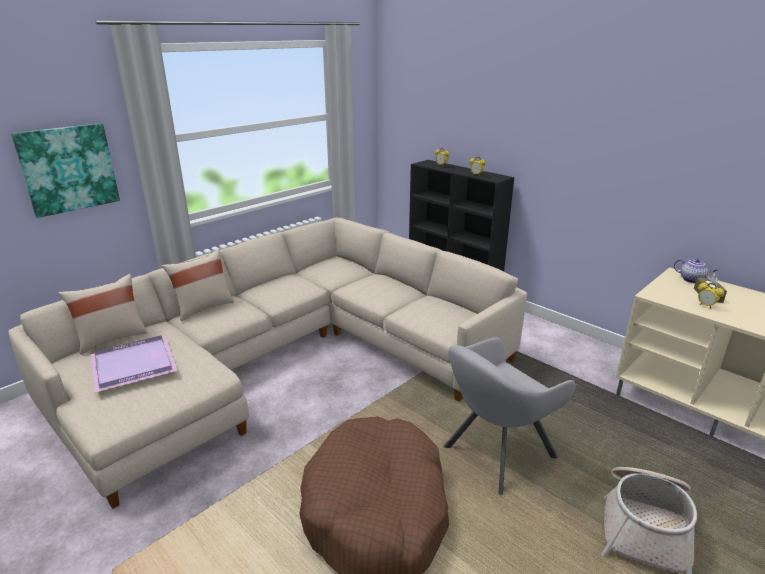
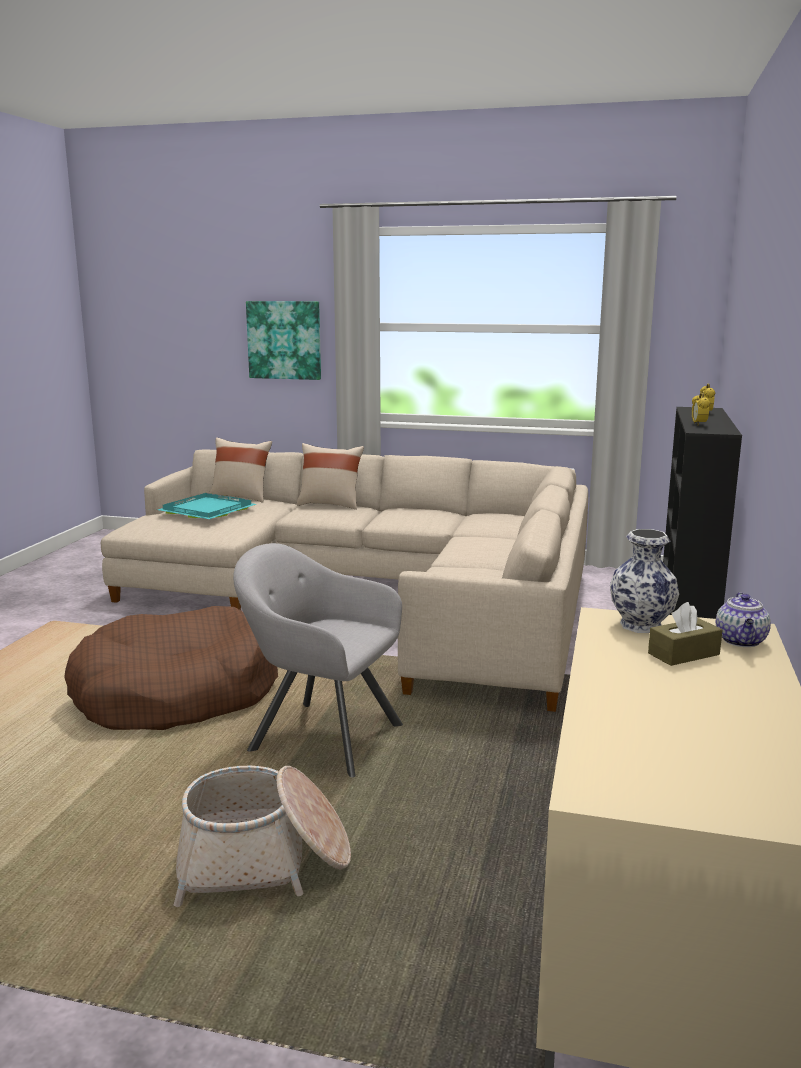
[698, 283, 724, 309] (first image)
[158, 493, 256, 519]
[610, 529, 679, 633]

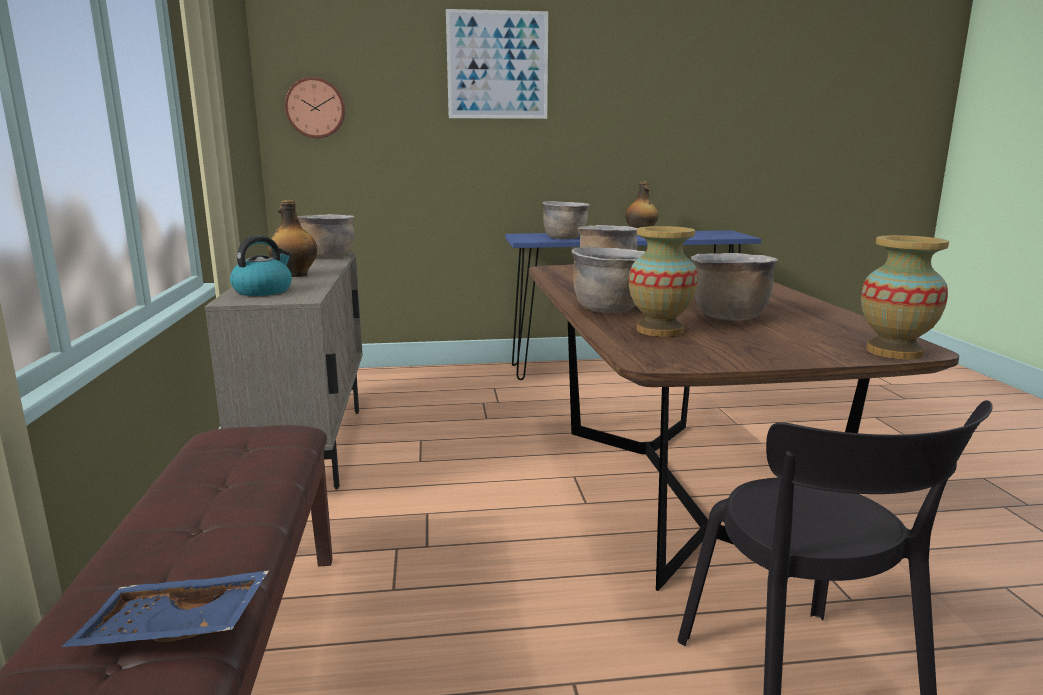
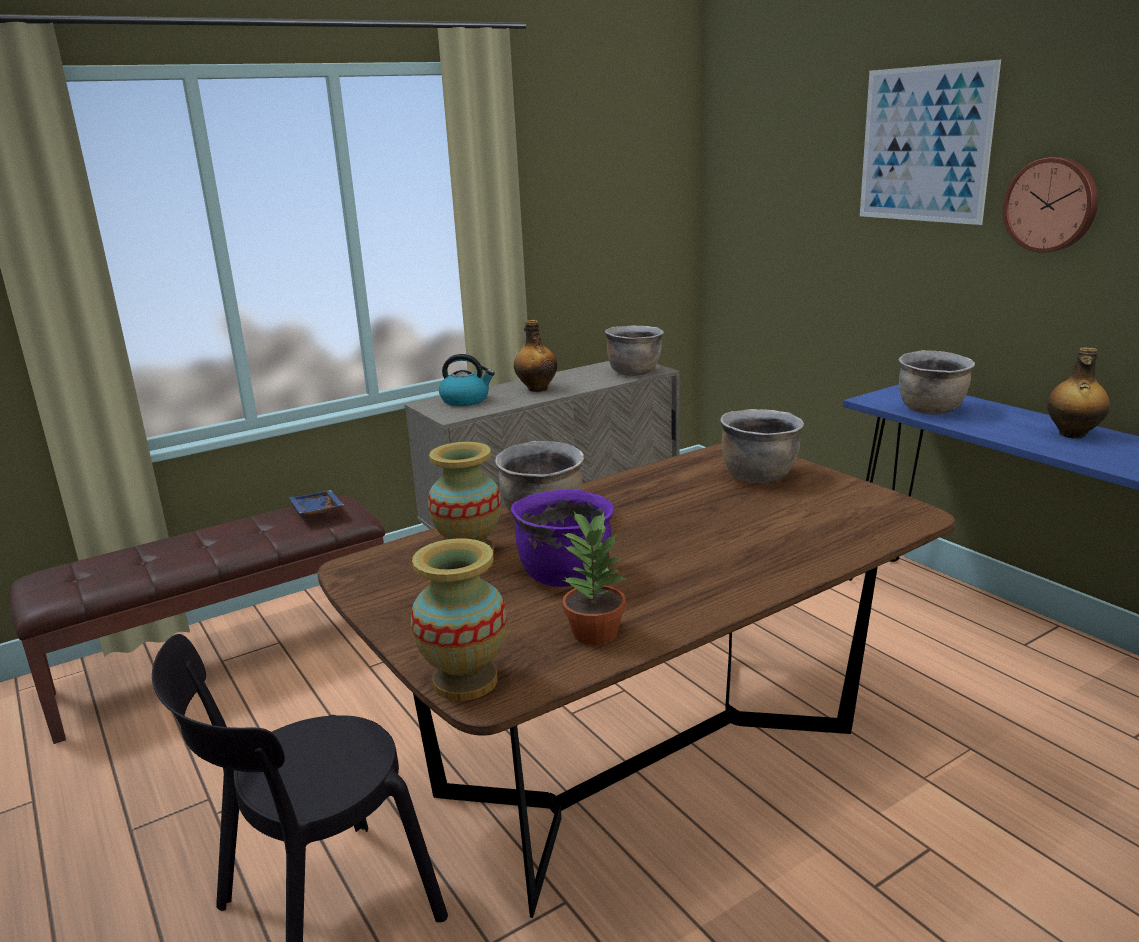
[1003, 157, 1098, 253]
[511, 490, 614, 587]
[289, 490, 344, 515]
[562, 512, 627, 645]

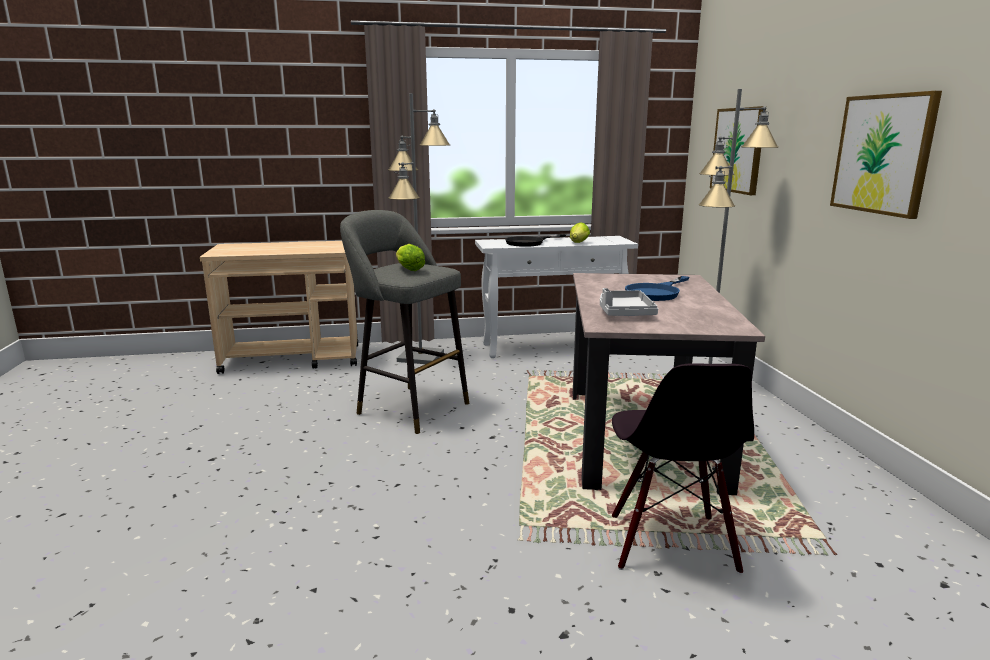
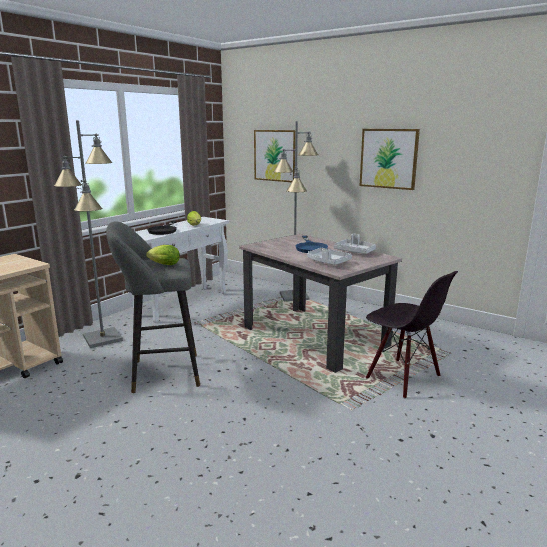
[334, 234, 376, 254]

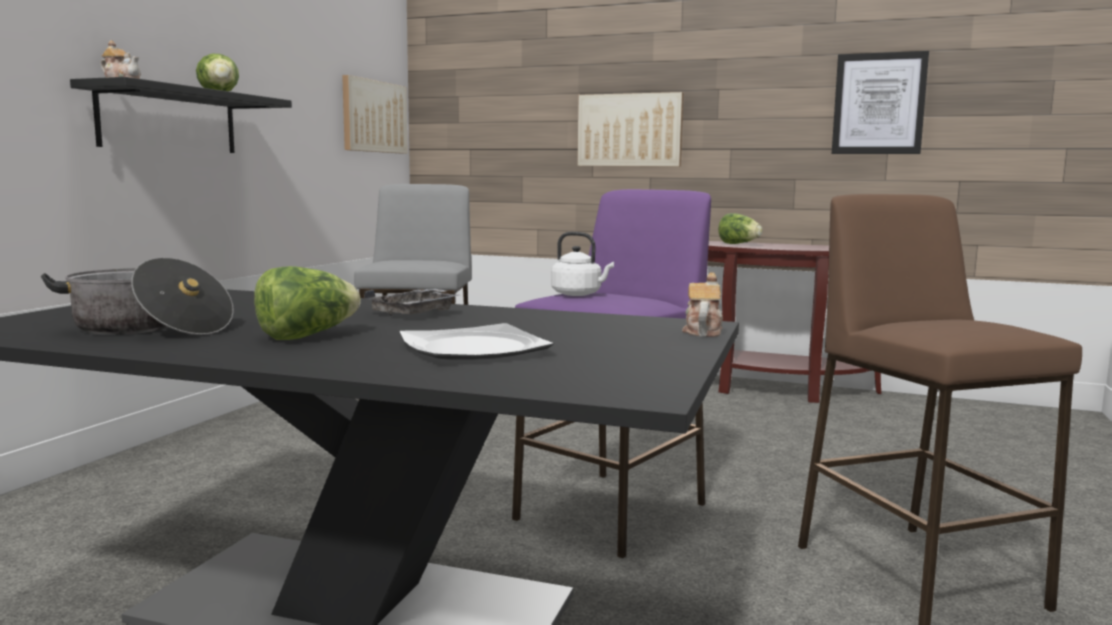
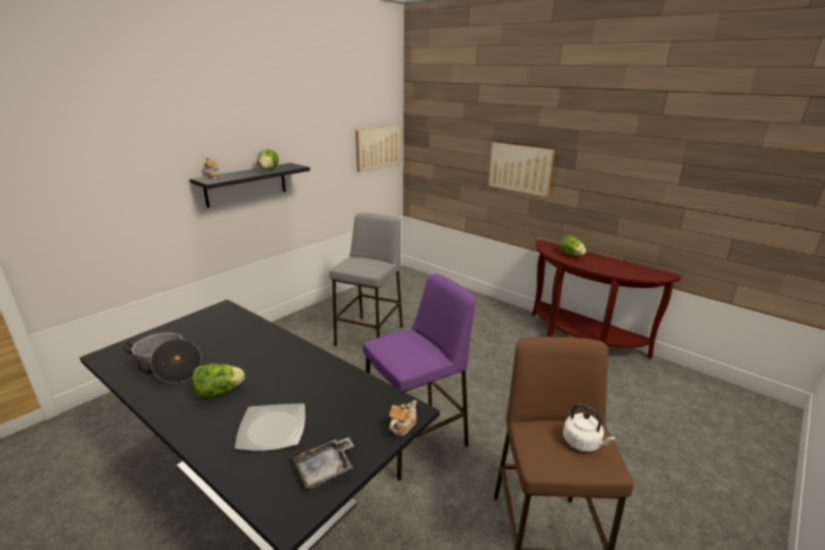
[832, 51, 929, 154] (first image)
[563, 403, 615, 452]
[292, 437, 354, 489]

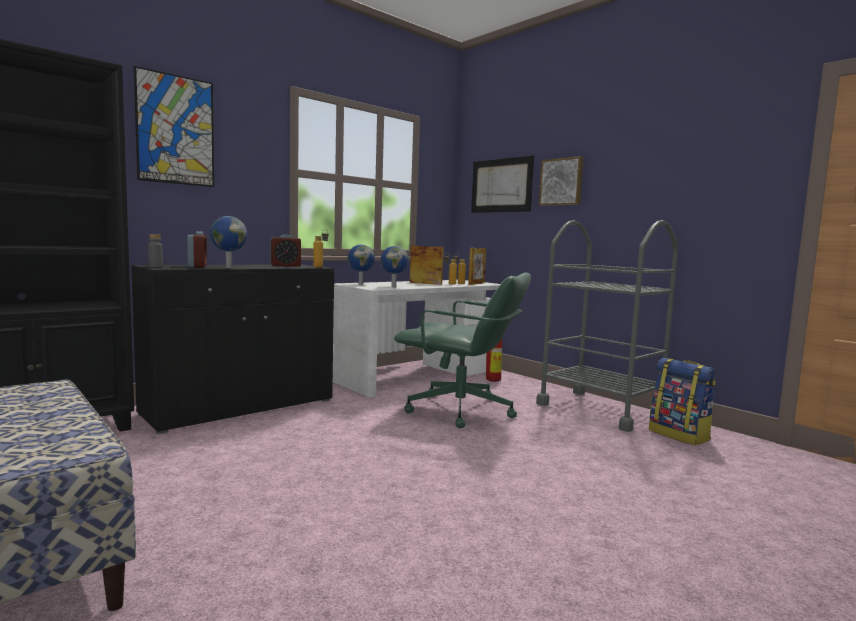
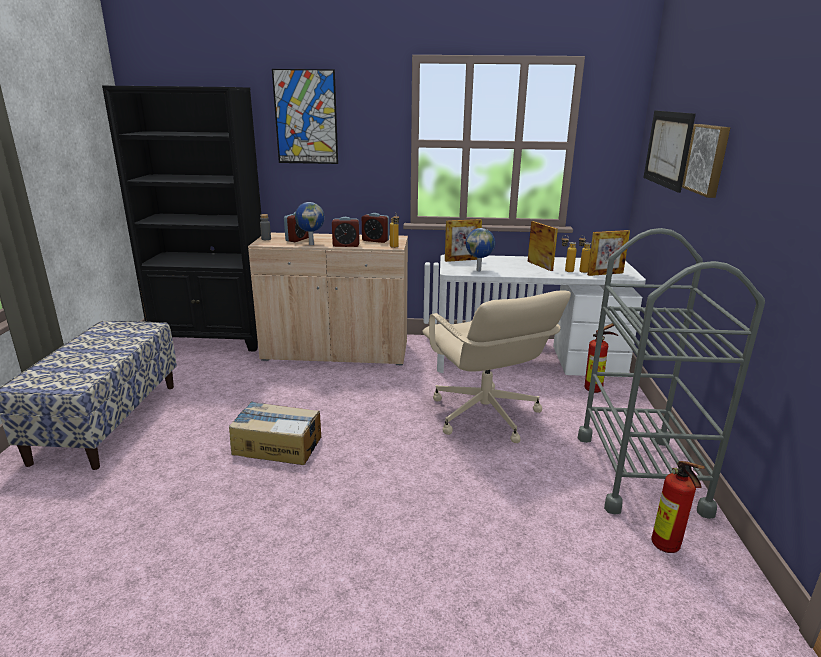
[445, 219, 482, 262]
[248, 233, 408, 365]
[423, 290, 571, 443]
[651, 461, 705, 553]
[332, 217, 360, 247]
[229, 401, 321, 465]

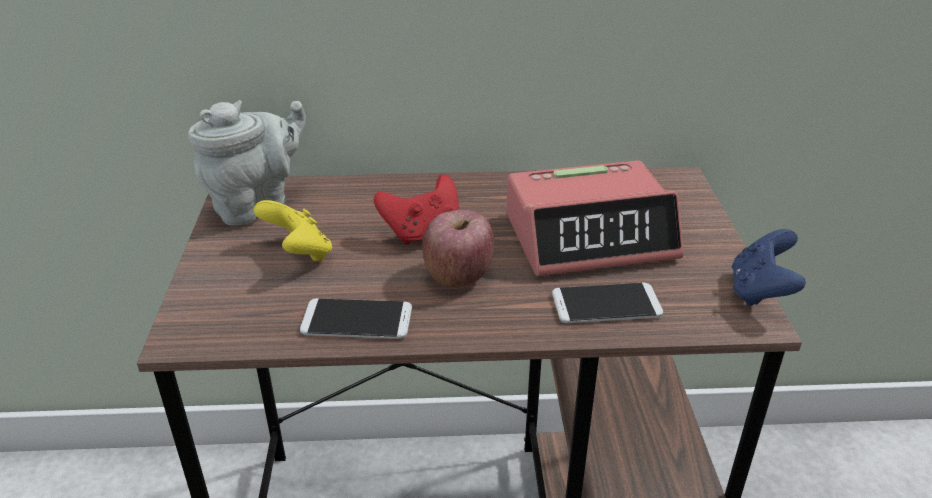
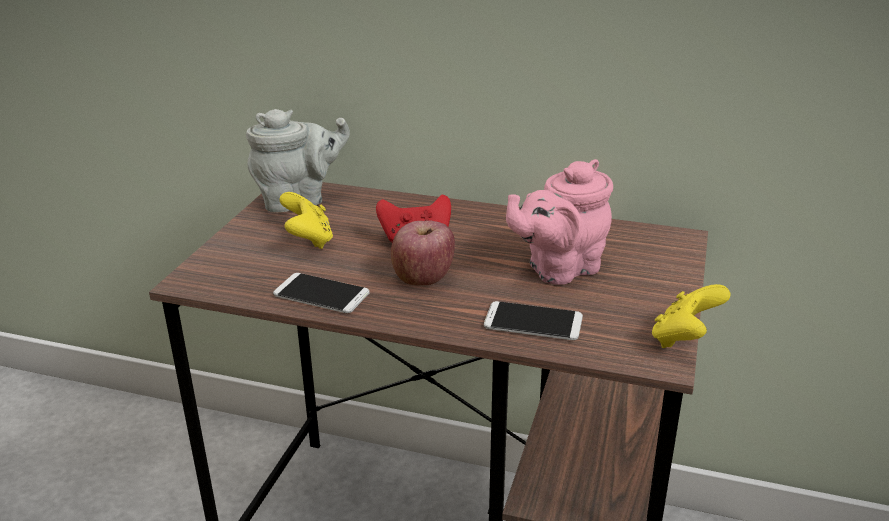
[506, 159, 613, 285]
[652, 284, 730, 348]

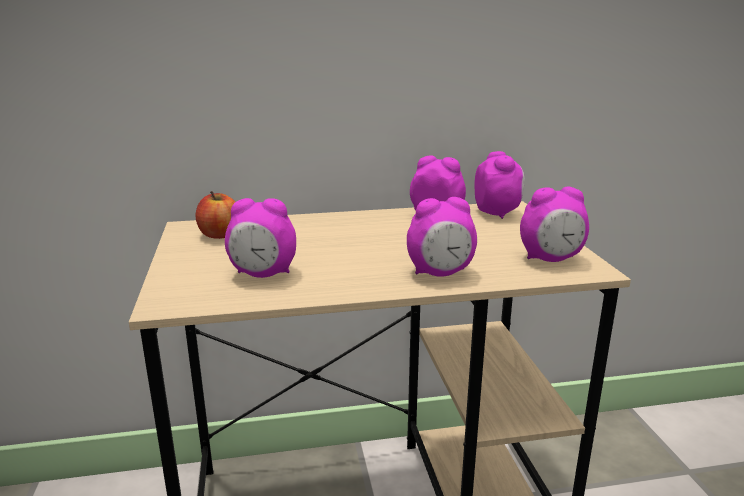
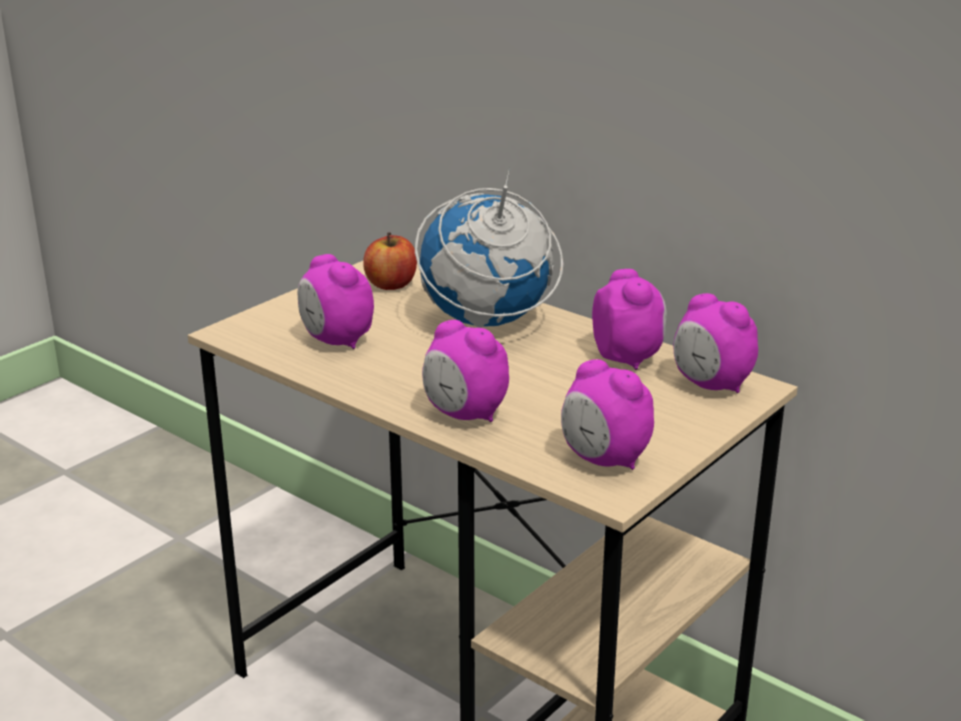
[674, 293, 758, 393]
[415, 168, 563, 327]

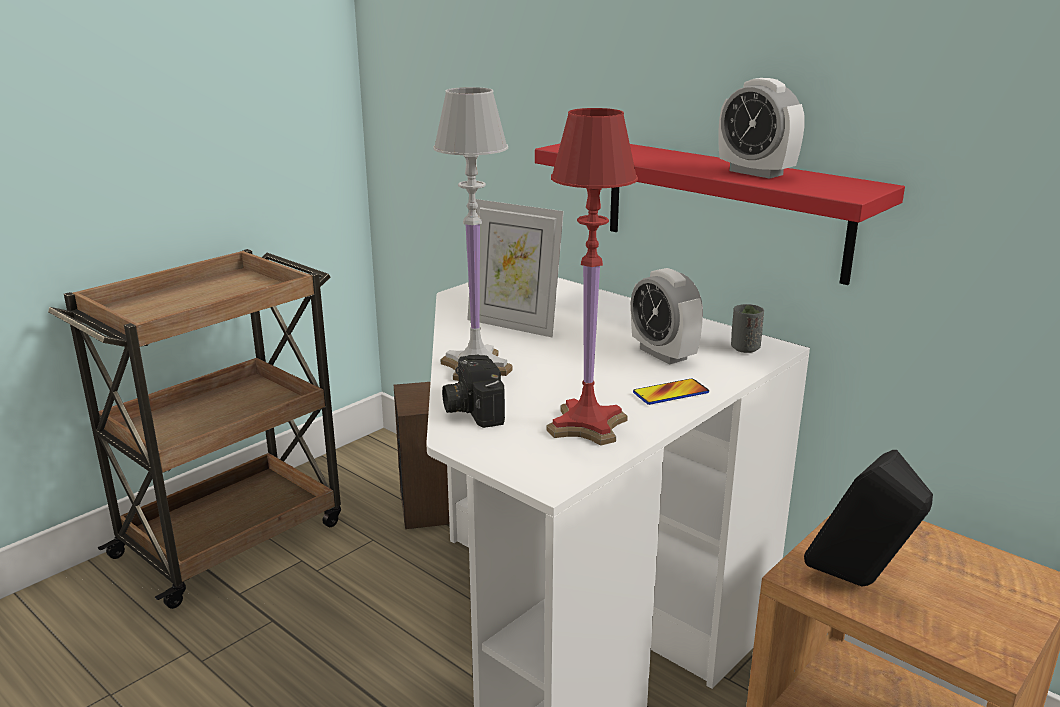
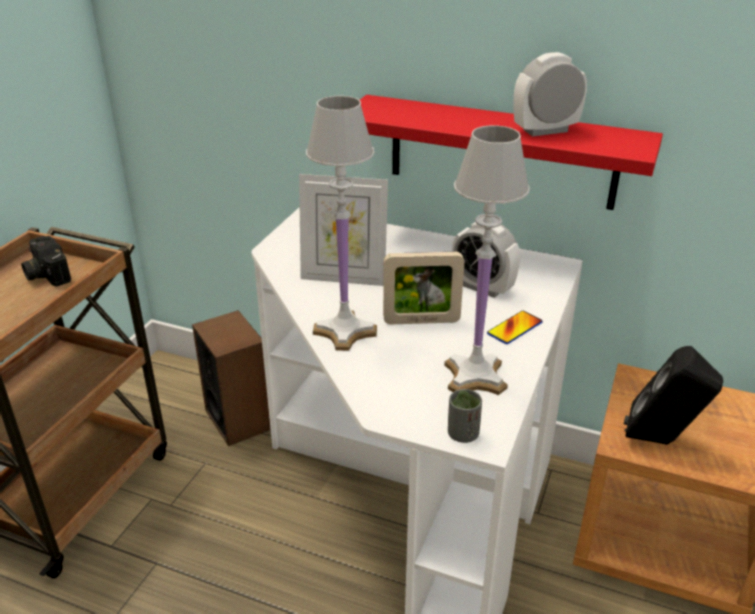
[513, 52, 587, 136]
[444, 125, 530, 395]
[448, 389, 482, 443]
[21, 236, 71, 287]
[383, 252, 464, 324]

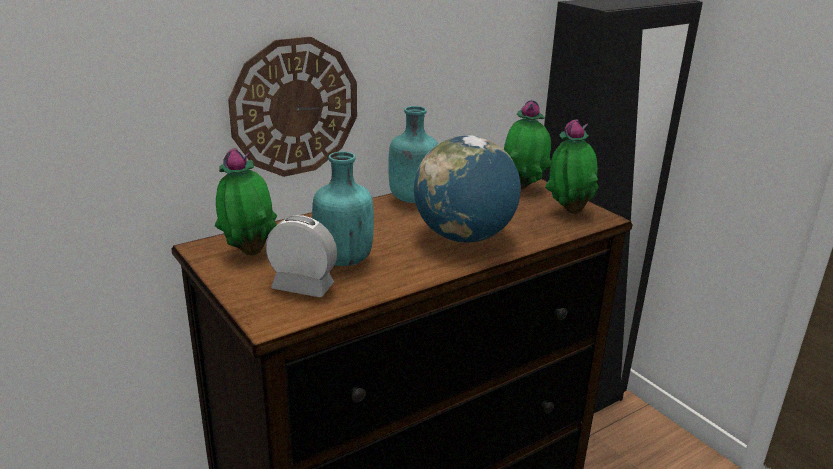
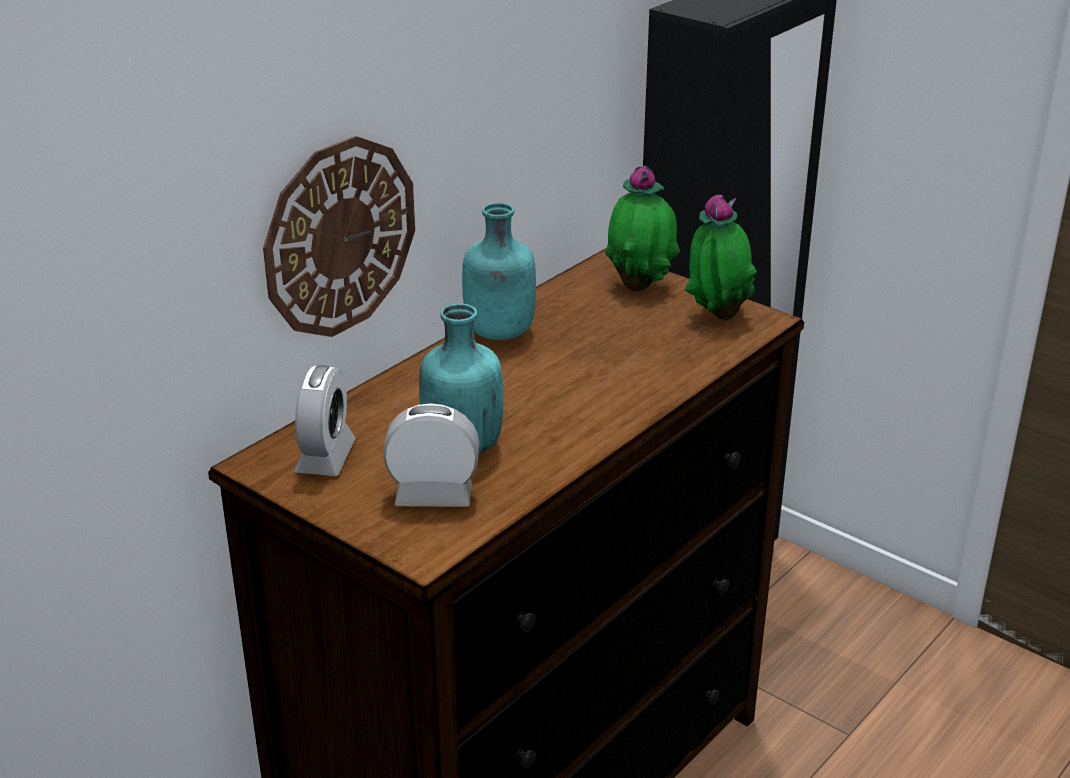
[414, 135, 521, 243] (first image)
[294, 365, 356, 476]

